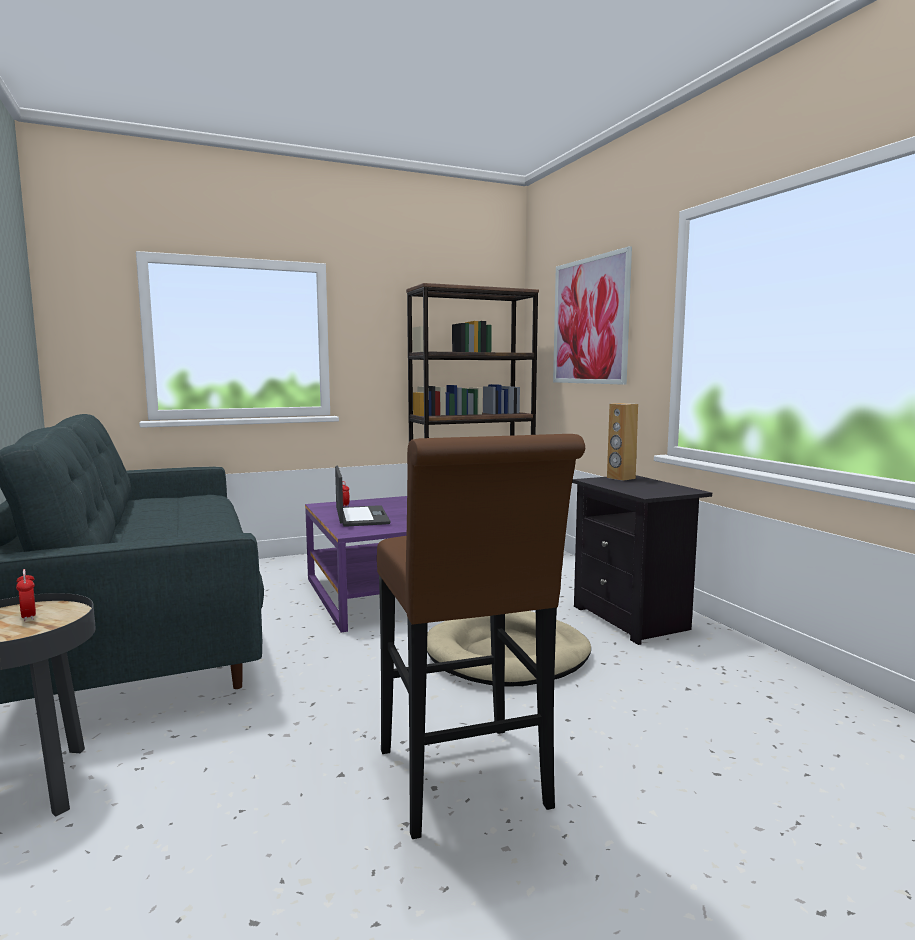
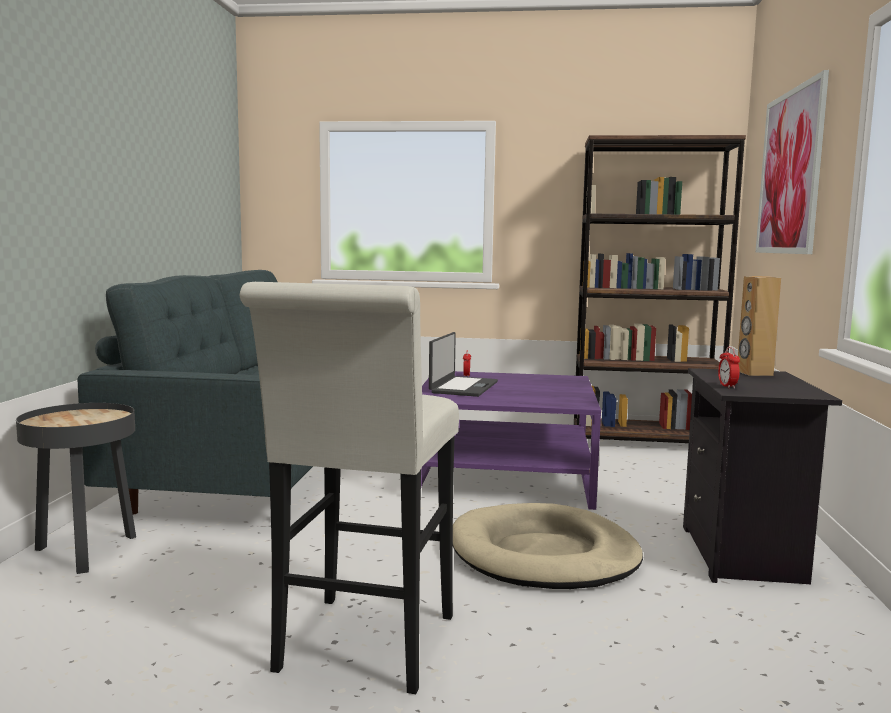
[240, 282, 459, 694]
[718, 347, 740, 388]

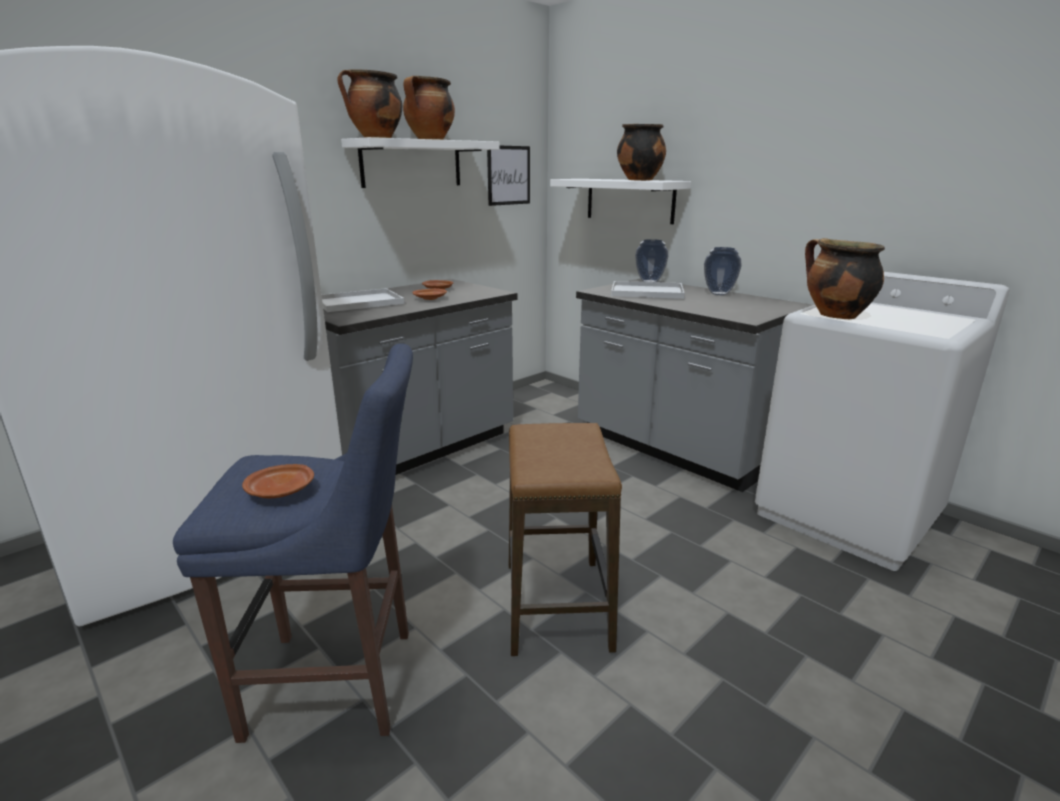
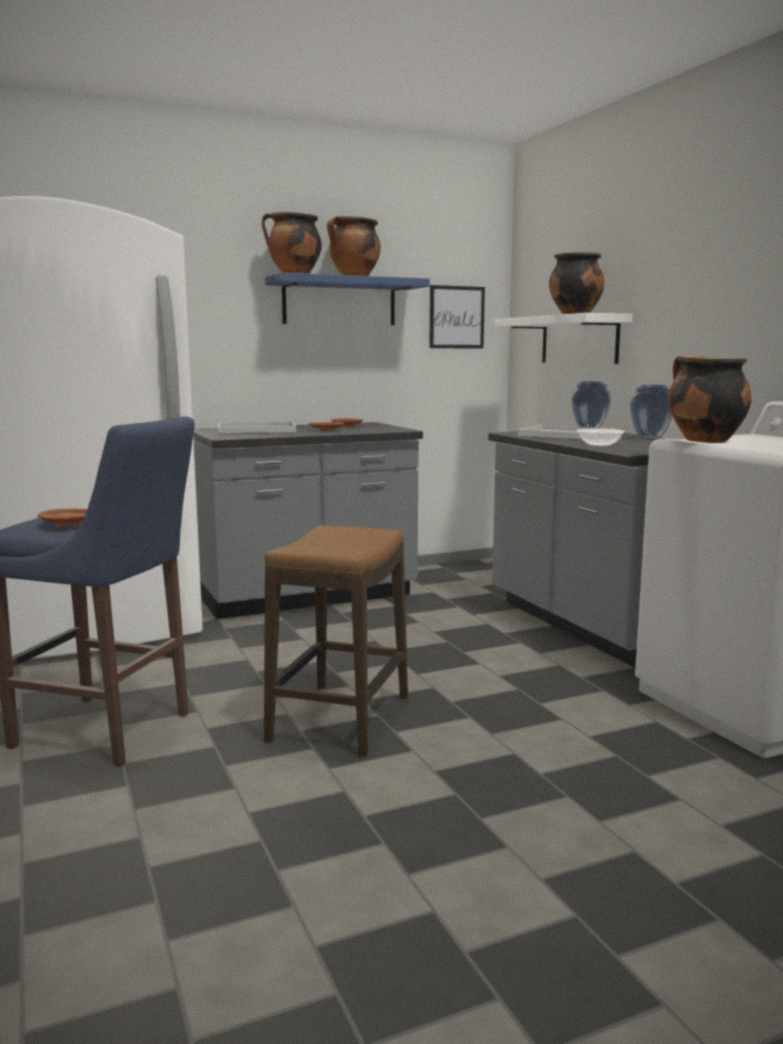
[265, 273, 430, 325]
[577, 429, 625, 447]

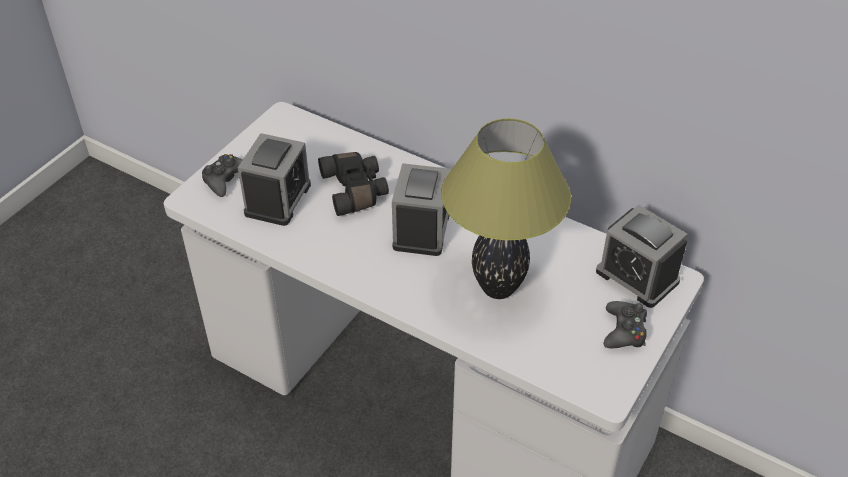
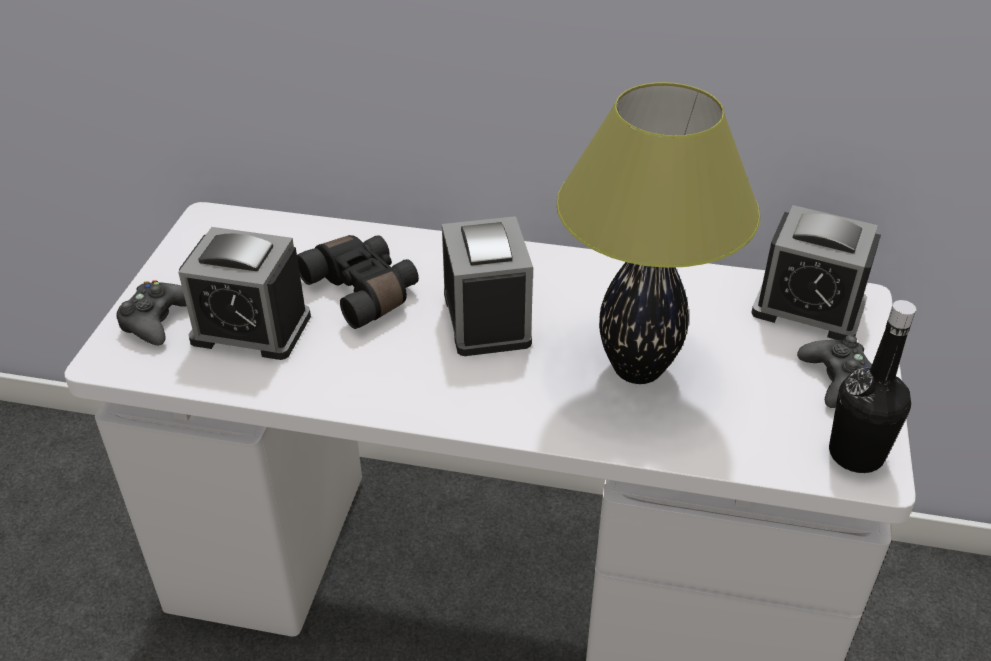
[178, 227, 311, 360]
[829, 300, 916, 473]

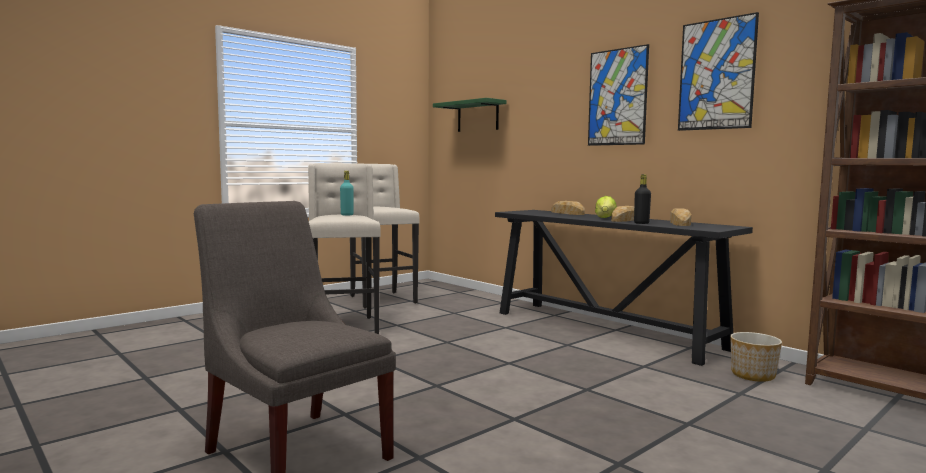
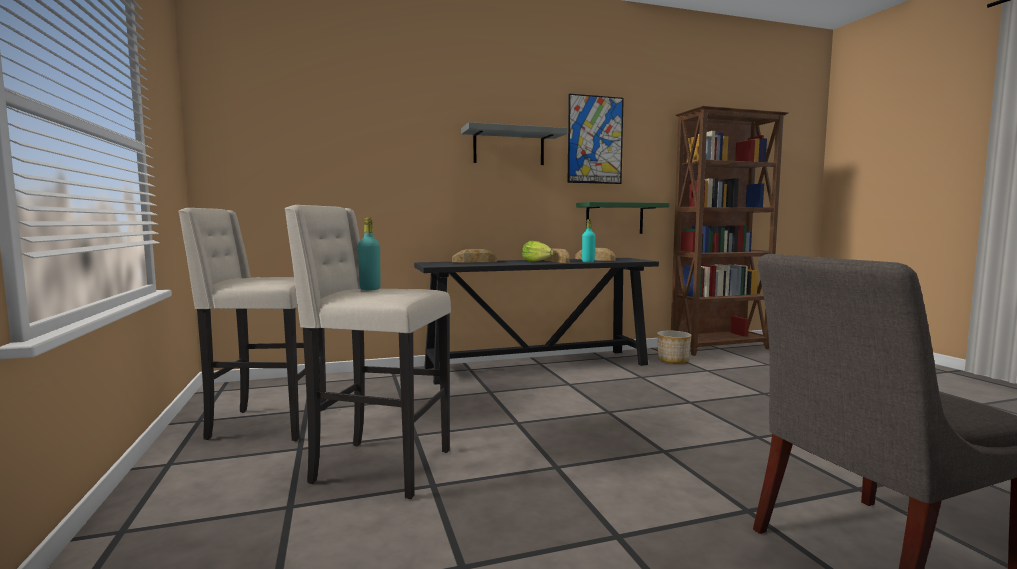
[461, 122, 568, 165]
[576, 202, 669, 234]
[582, 219, 595, 262]

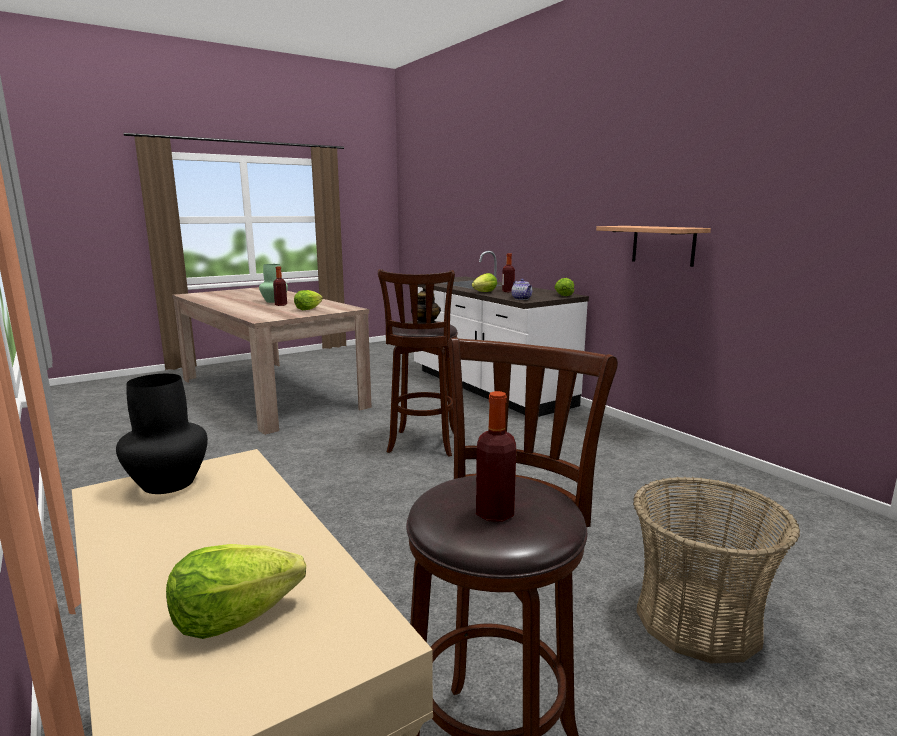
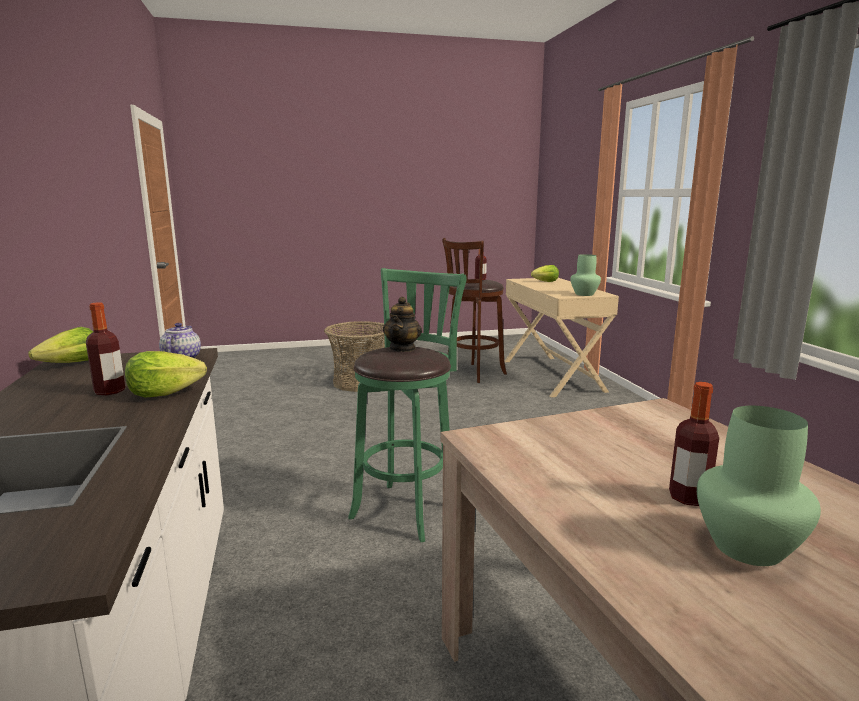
[596, 226, 711, 267] (first image)
[348, 268, 467, 542]
[294, 290, 323, 310] (first image)
[570, 254, 601, 296]

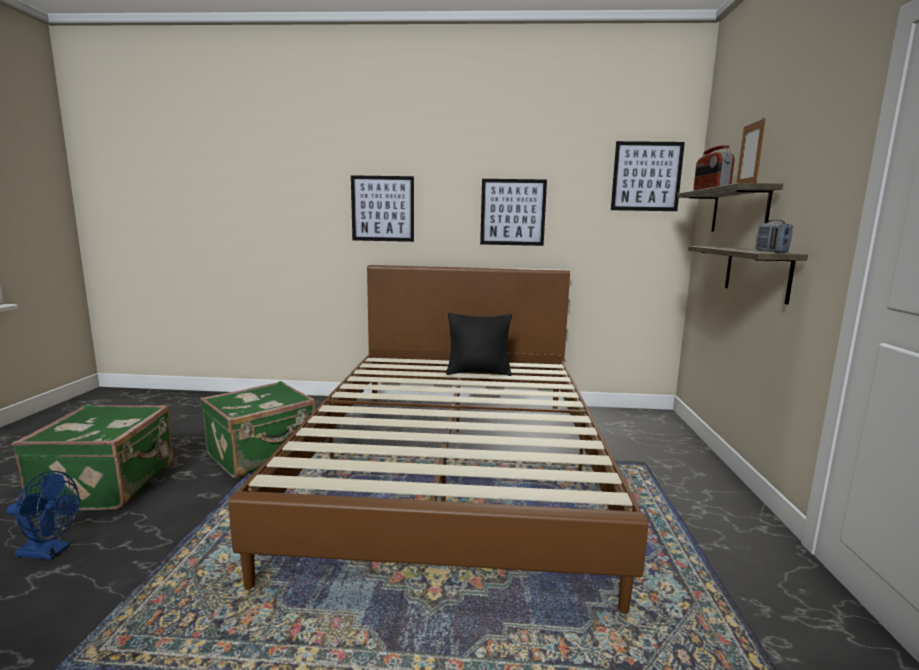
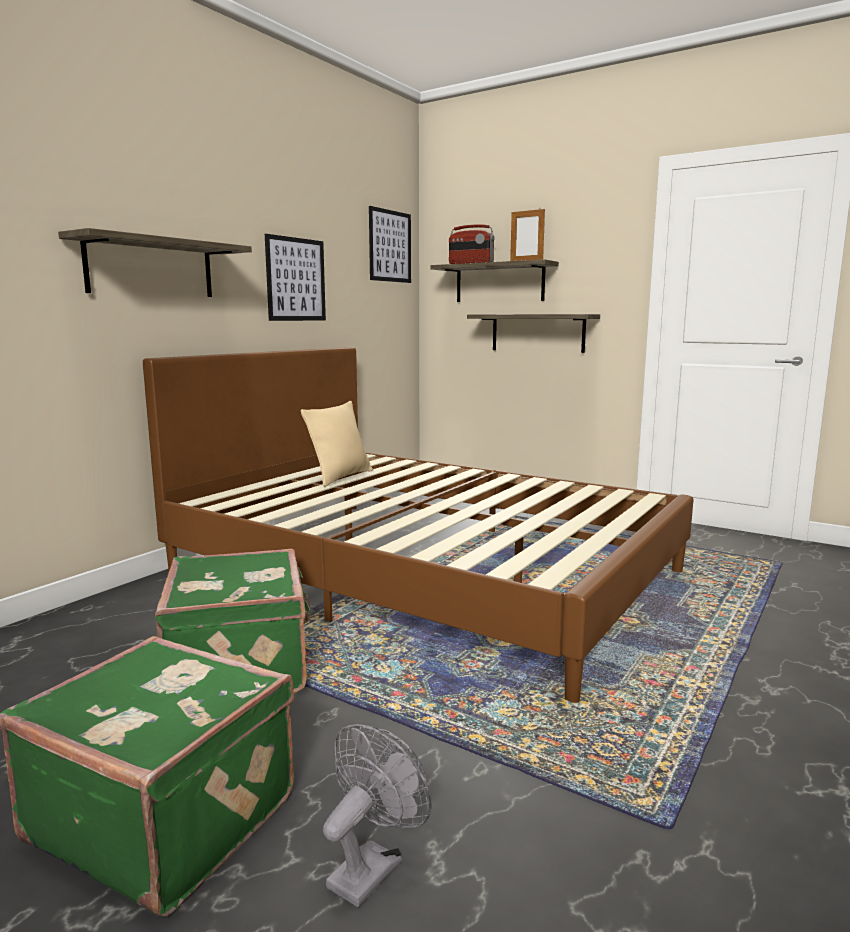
[58, 228, 252, 297]
[755, 220, 793, 253] (first image)
[301, 401, 373, 487]
[323, 724, 431, 907]

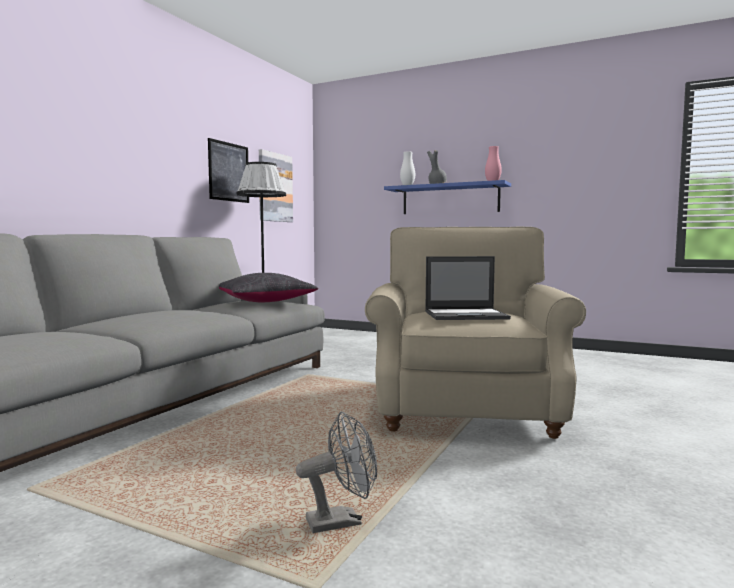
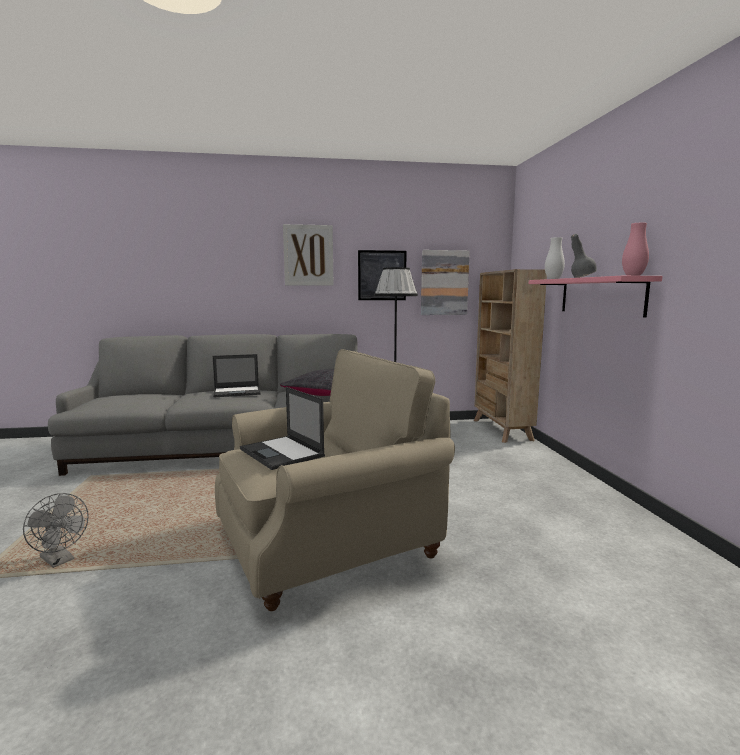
[529, 276, 663, 318]
[283, 224, 333, 286]
[474, 269, 547, 443]
[213, 354, 261, 397]

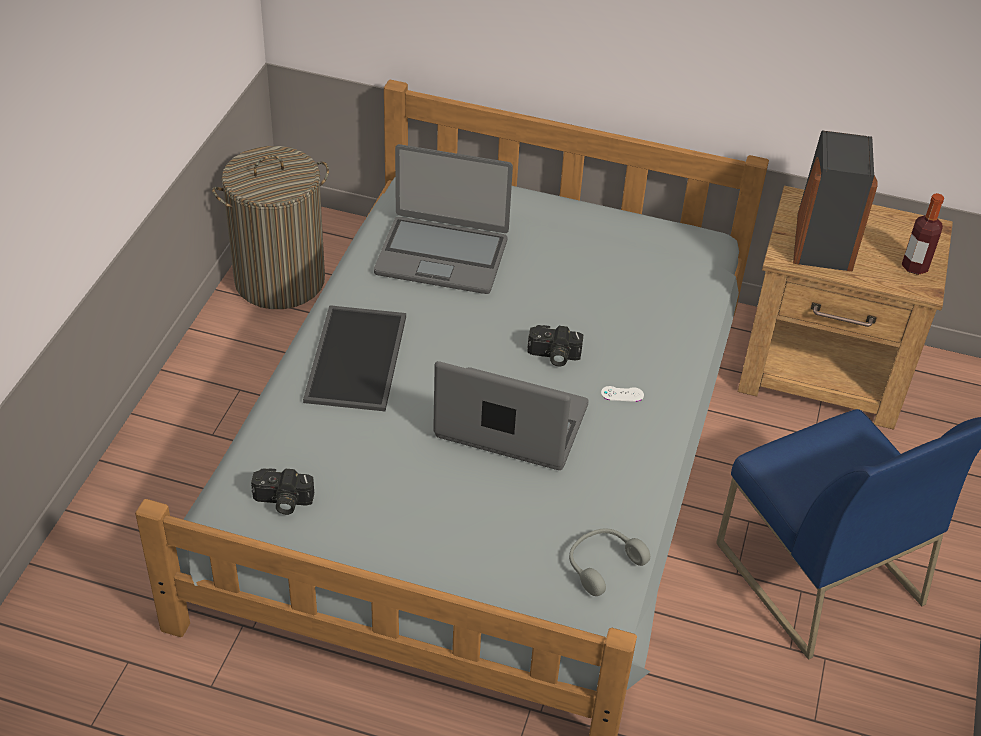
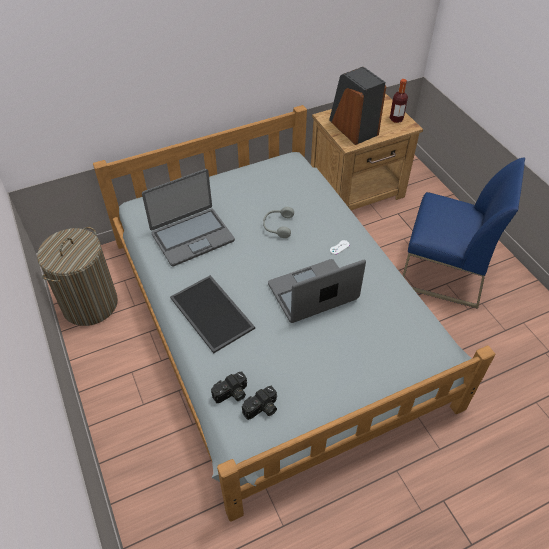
[211, 372, 247, 403]
[263, 207, 294, 238]

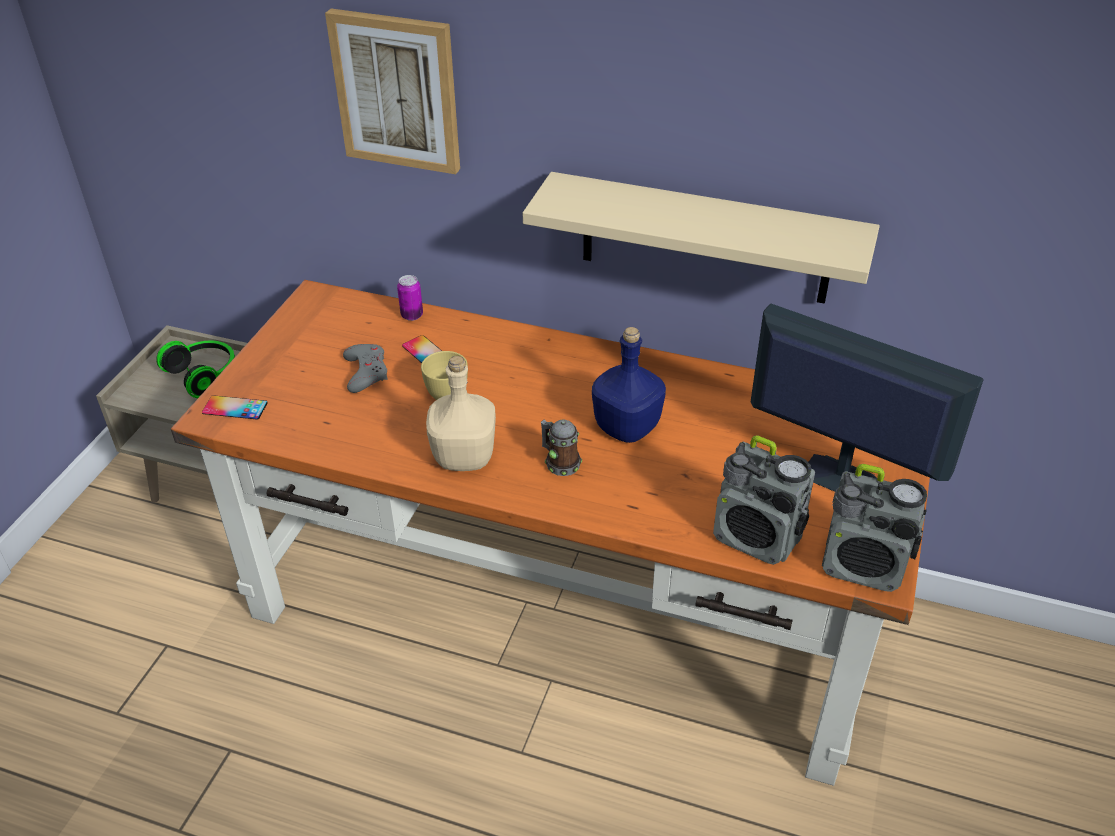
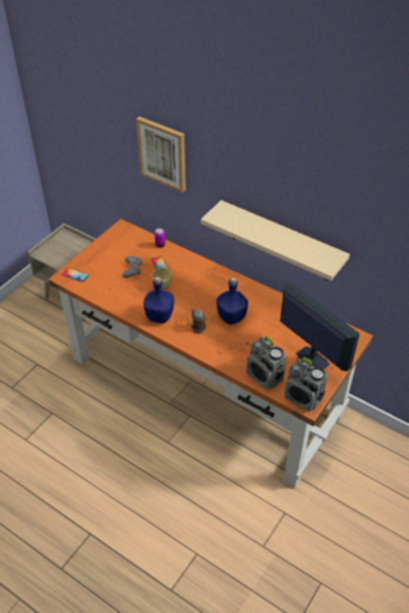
[156, 341, 235, 398] (first image)
[143, 277, 174, 323]

